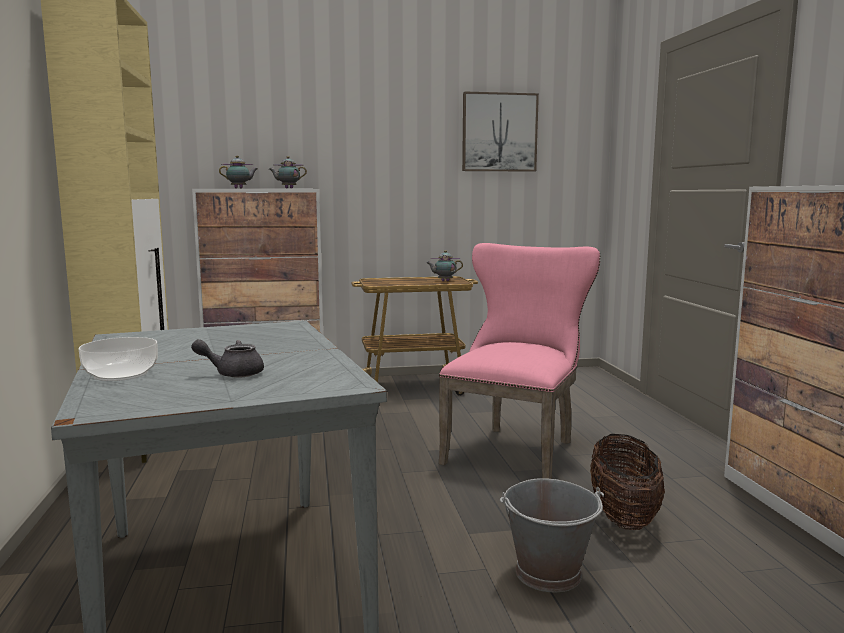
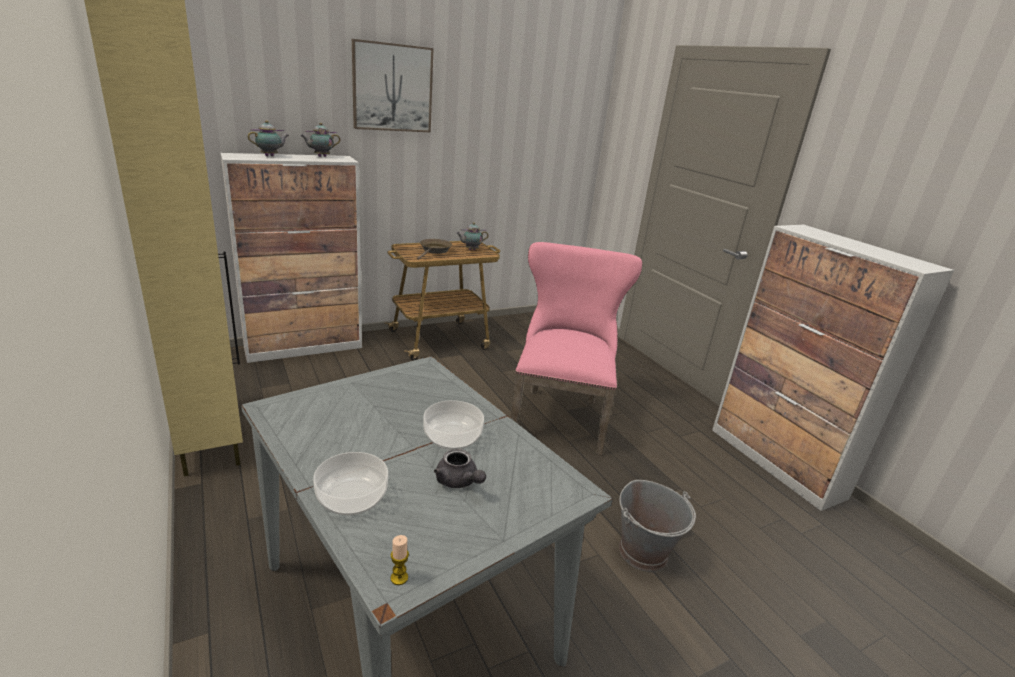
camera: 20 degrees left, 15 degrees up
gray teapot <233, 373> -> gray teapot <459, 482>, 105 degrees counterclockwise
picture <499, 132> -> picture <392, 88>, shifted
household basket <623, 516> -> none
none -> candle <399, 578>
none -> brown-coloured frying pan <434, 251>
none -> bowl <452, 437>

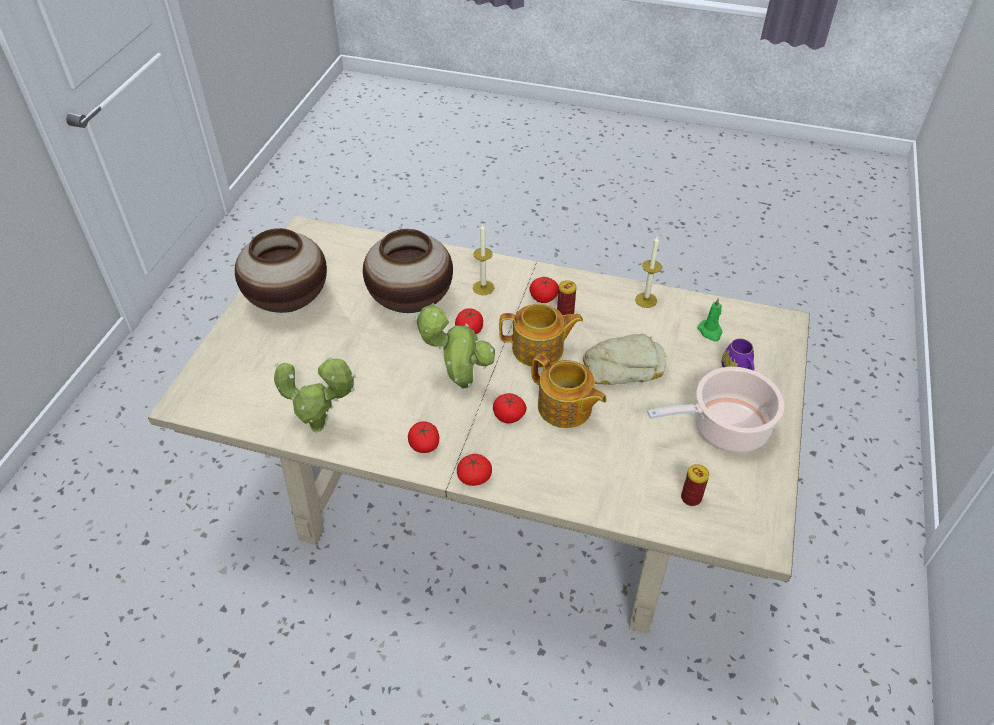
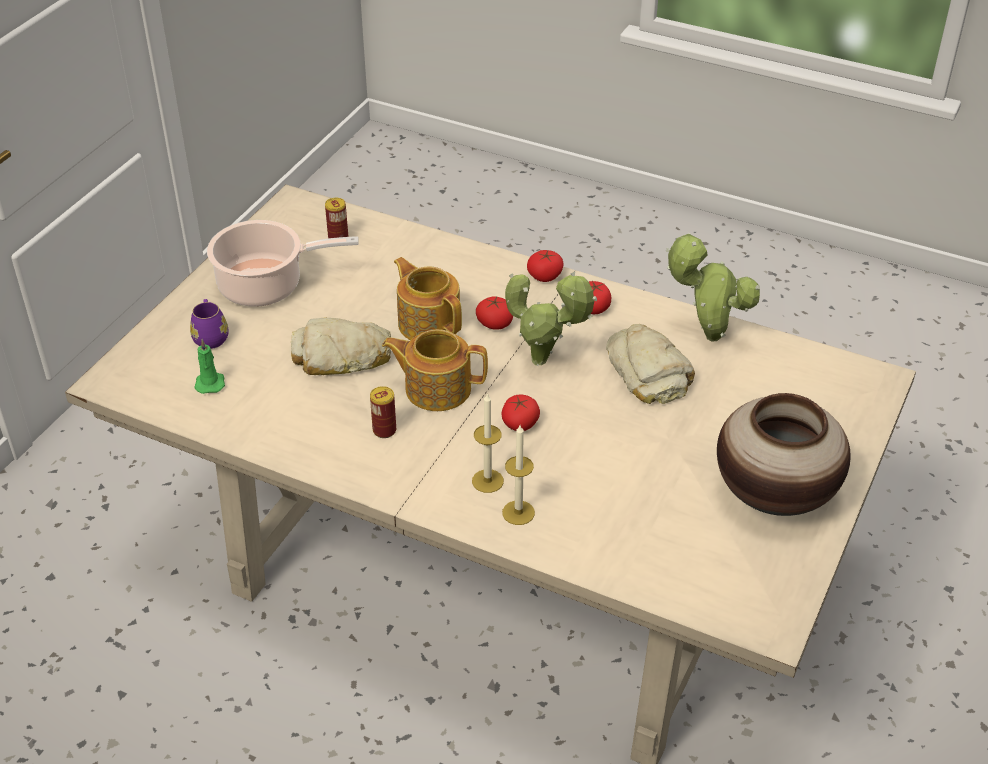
camera: 170 degrees left, 5 degrees down
flower vase <410, 301> -> none
tomato <543, 297> -> none
candle <646, 300> -> candle <518, 512>, shifted
none -> bakery bread <648, 373>

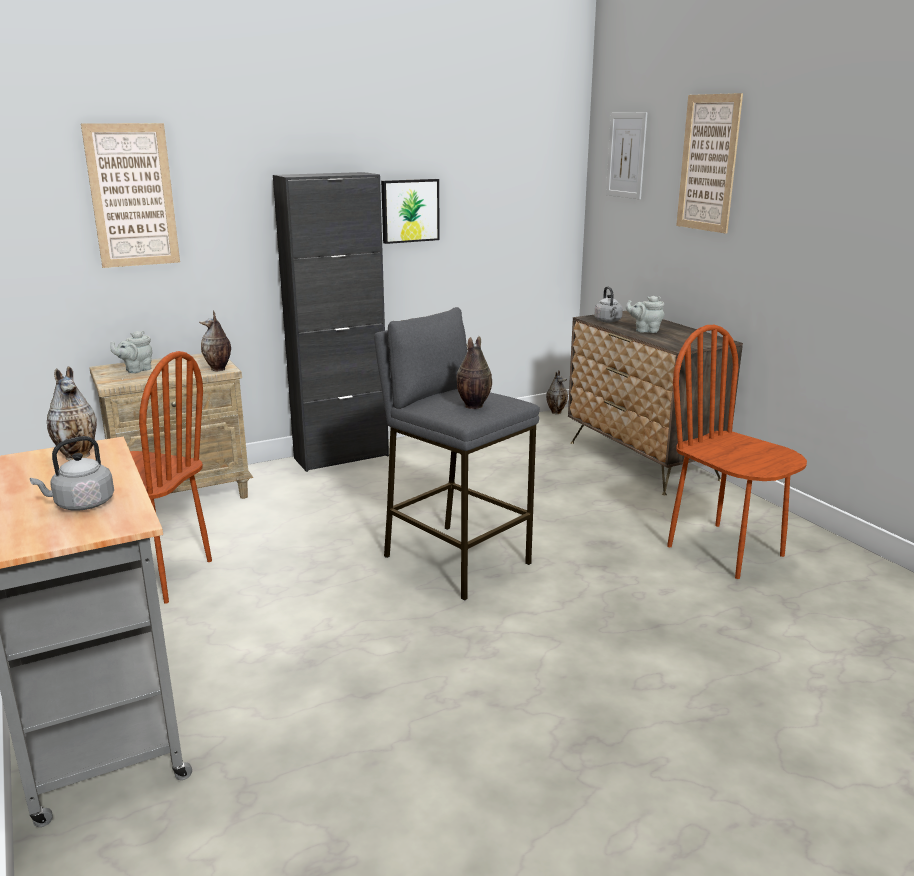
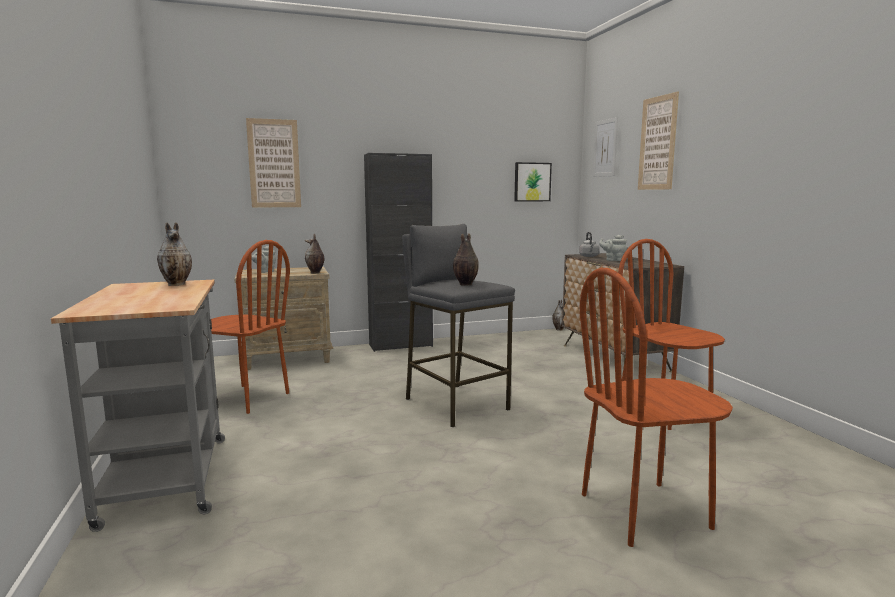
camera: 10 degrees right, 10 degrees down
gray water kettle <81, 505> -> none
picture <409, 210> -> picture <532, 182>, shifted
none -> brown-coloured upright chair <645, 511>

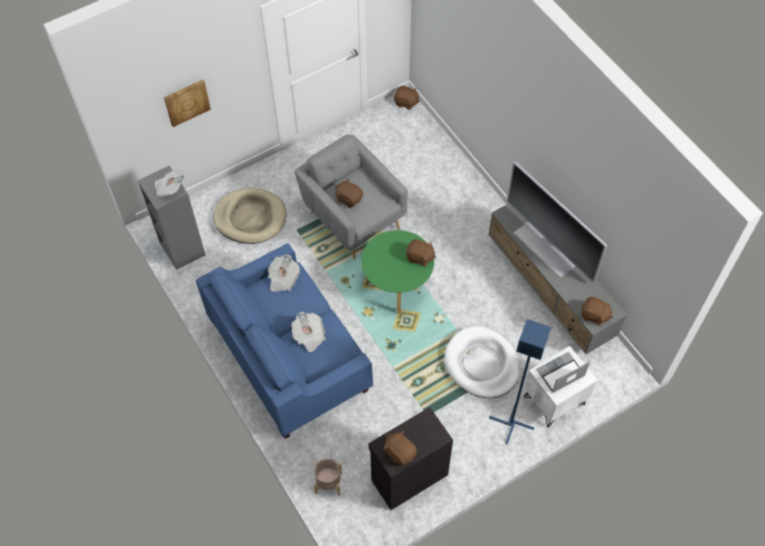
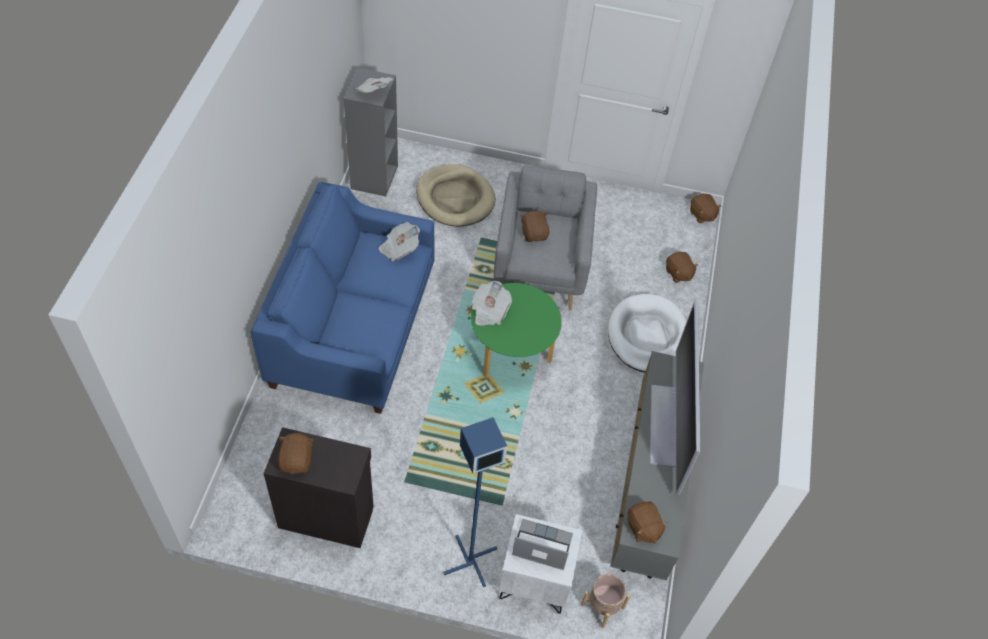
camera: 40 degrees right, 5 degrees down
picture <186, 102> -> none
newspaper <309, 336> -> newspaper <489, 311>, shifted
sand-coloured flower pot <328, 483> -> sand-coloured flower pot <603, 606>, shifted
brown-coloured plush toy <420, 257> -> brown-coloured plush toy <678, 273>, shifted
white dog bed <481, 364> -> white dog bed <647, 336>, shifted

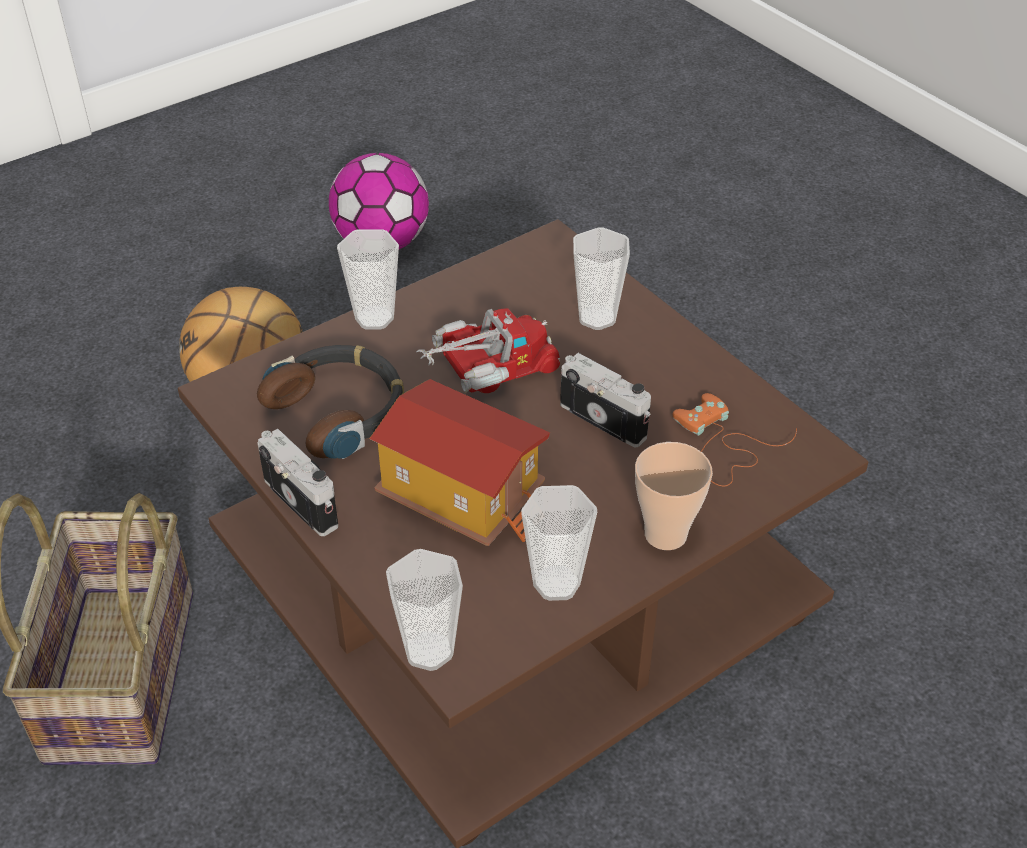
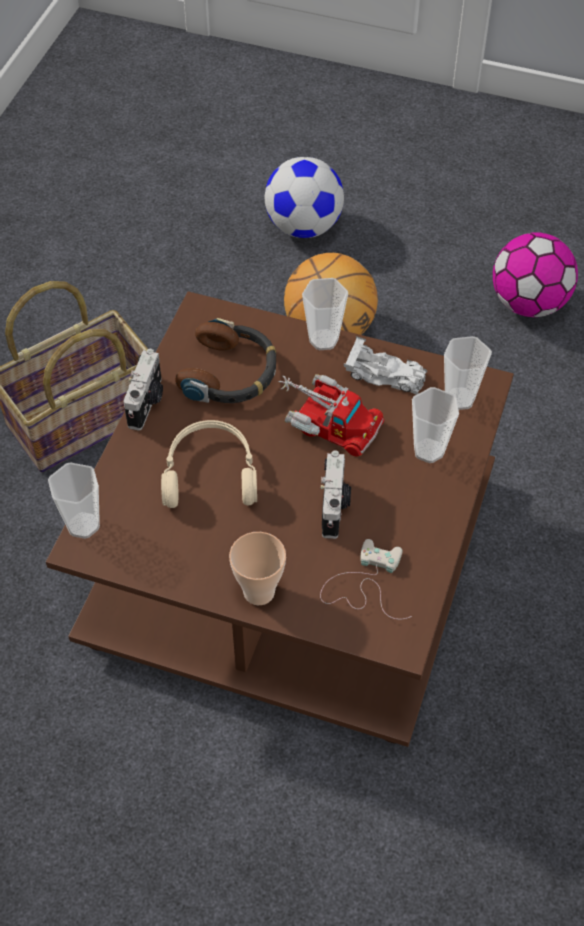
camera: 55 degrees right, 10 degrees up
miniature house <463, 495> -> sand-coloured headphones <210, 473>
drinking cup <556, 583> -> drinking cup <460, 398>, shifted
orange-coloured game controller <724, 445> -> white game controller <365, 583>
none -> football <304, 227>
none -> white miniature car <386, 374>

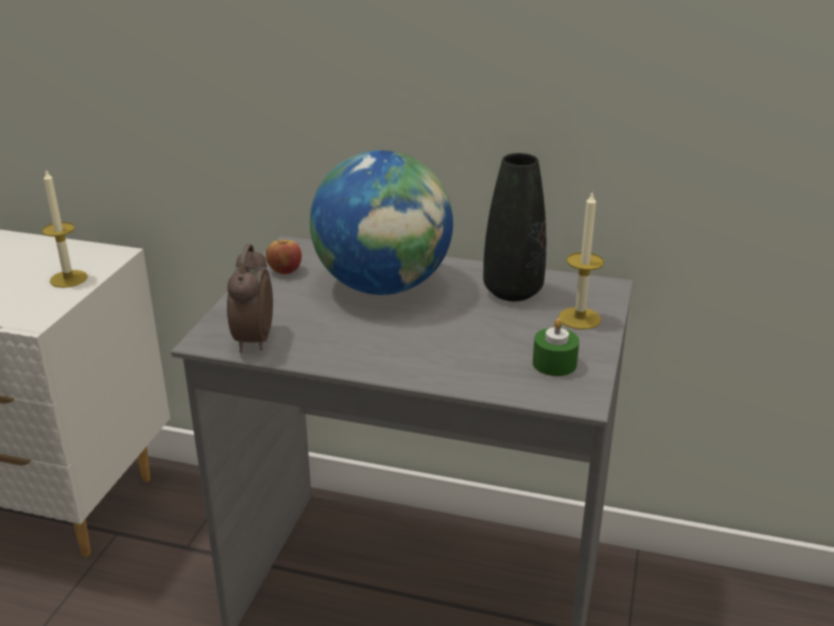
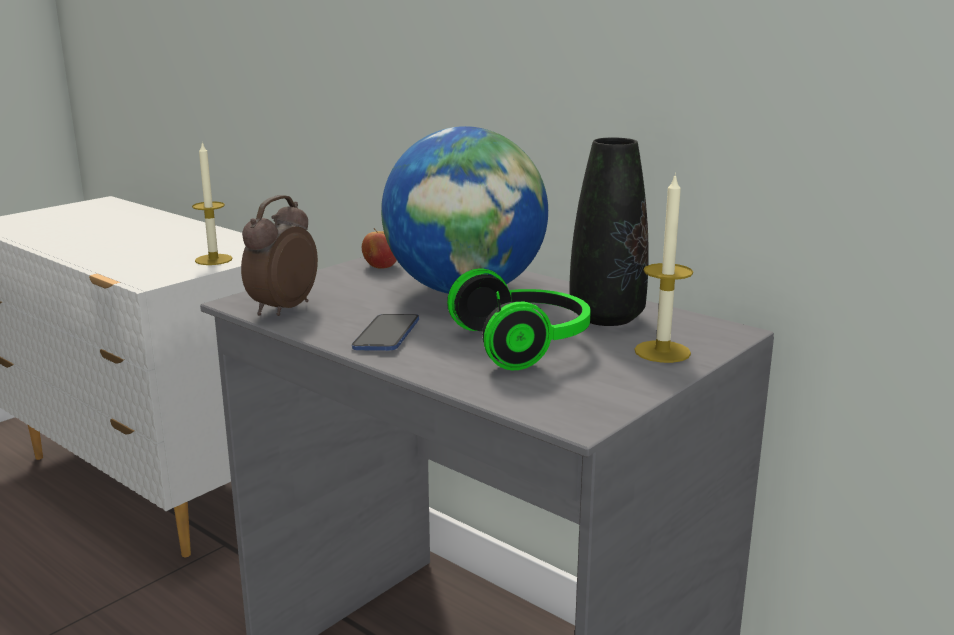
camera: 25 degrees right, 10 degrees down
green-coloured candle <554, 364> -> none
none -> telephone <386, 335>
none -> headphones <525, 344>

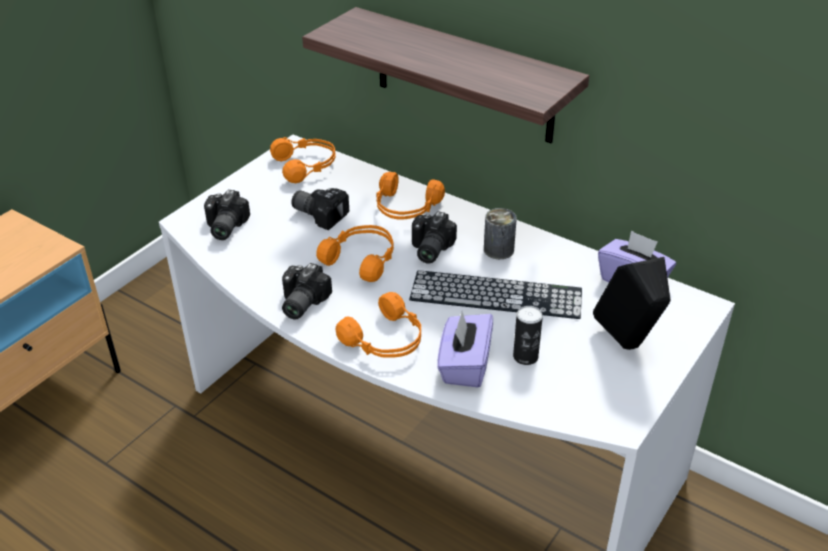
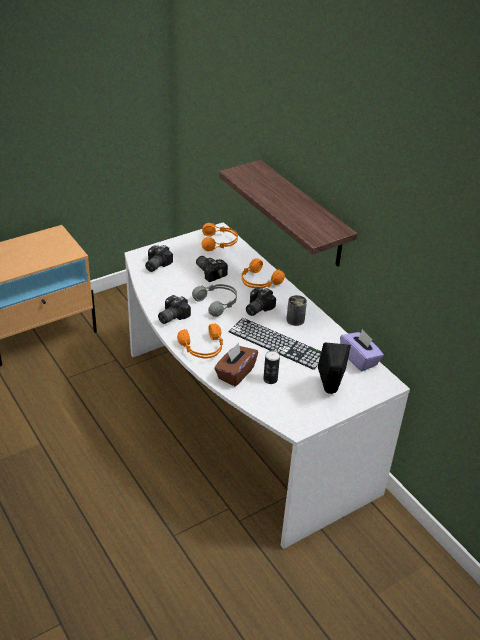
camera: 20 degrees right, 0 degrees up
orange-coloured headphones <362, 259> -> gray headphones <217, 303>
purple-coloured tissue box <464, 365> -> brown-coloured tissue box <235, 373>

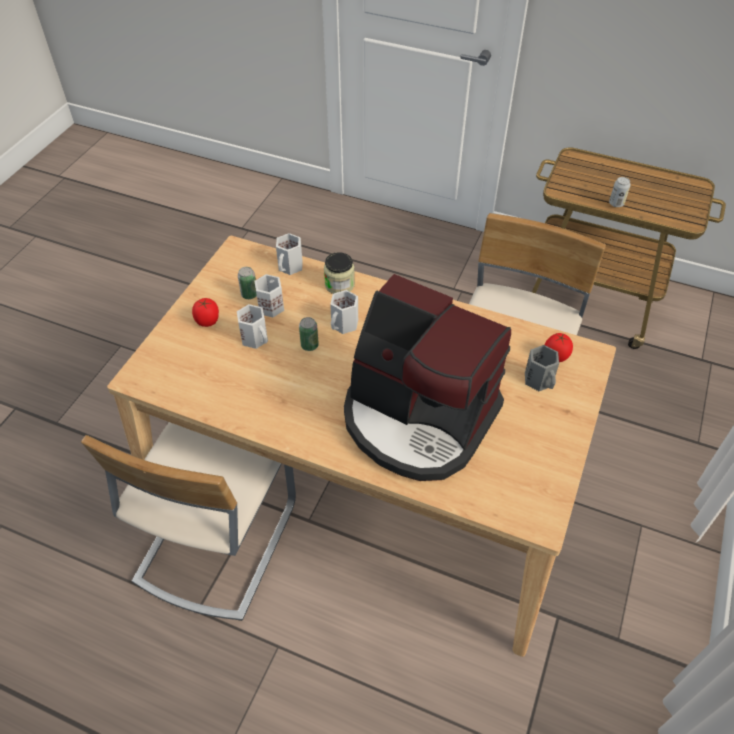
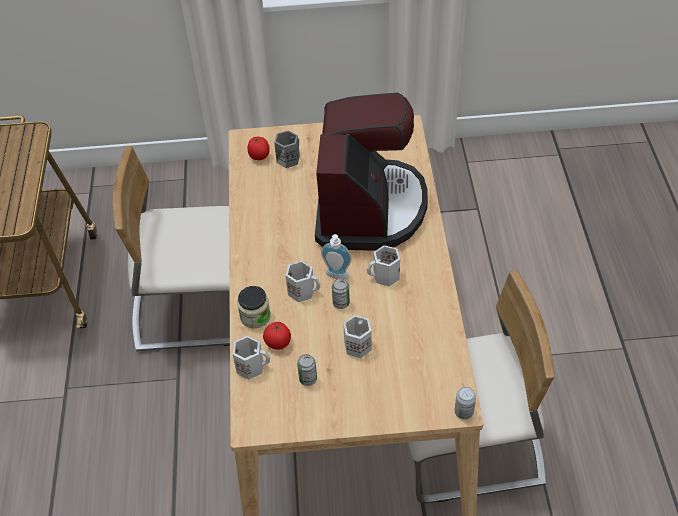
camera: 115 degrees left, 0 degrees up
tomato <208, 321> -> tomato <278, 343>, shifted
white tea mug <270, 306> -> white tea mug <385, 276>, shifted
metal can <616, 203> -> metal can <464, 412>, shifted
none -> soap dispenser <336, 276>

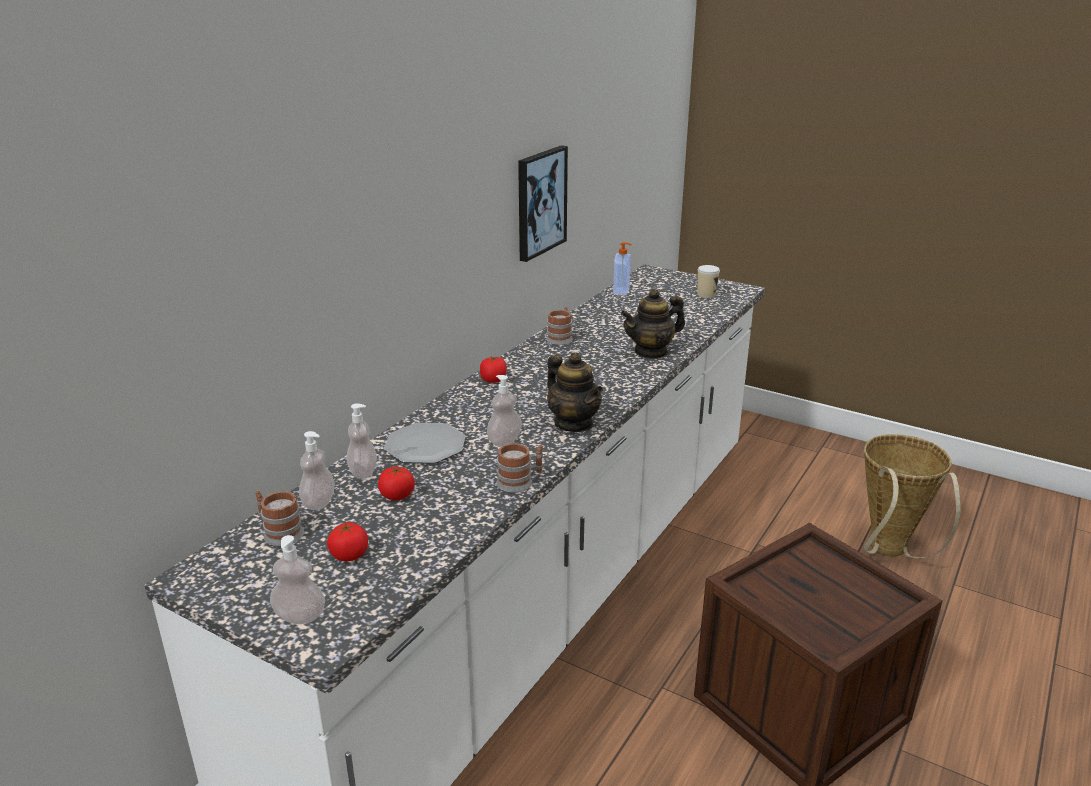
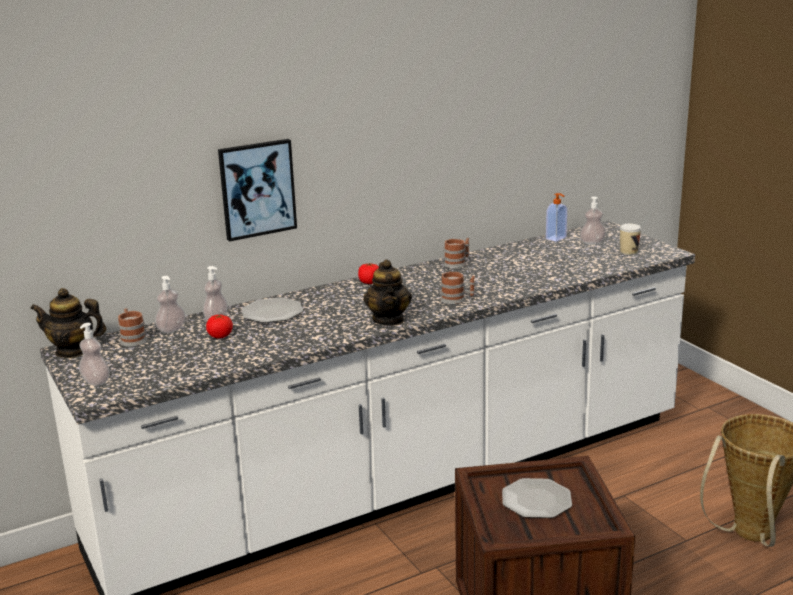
camera: 30 degrees right, 5 degrees down
tomato <349, 555> -> none
soap dispenser <504, 440> -> soap dispenser <592, 243>, shifted
tea mug <520, 481> -> tea mug <457, 300>, shifted
picture <540, 202> -> picture <257, 189>, shifted
teapot <651, 352> -> teapot <73, 351>, shifted
none -> plate <536, 500>

